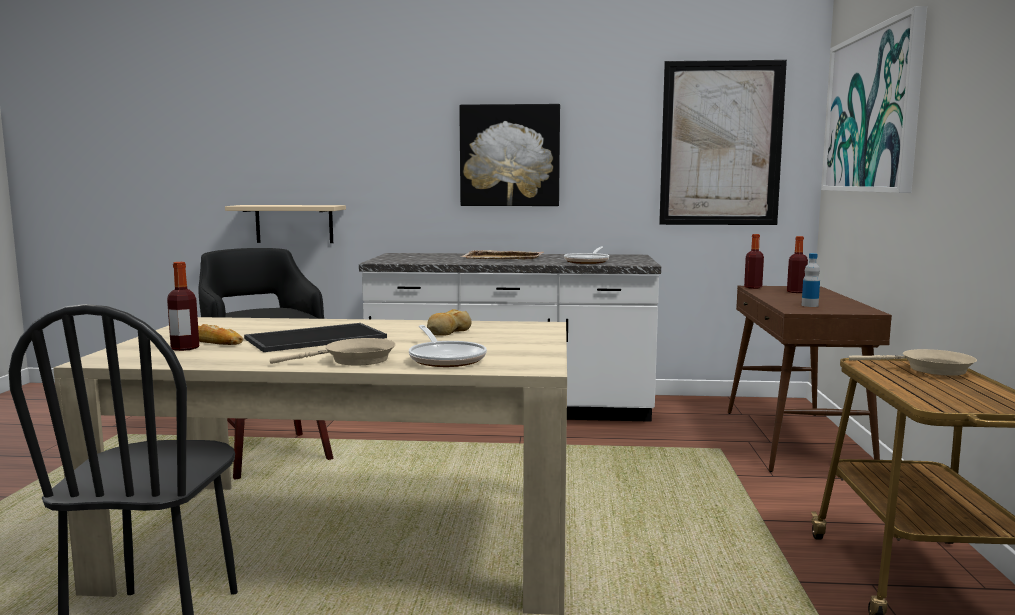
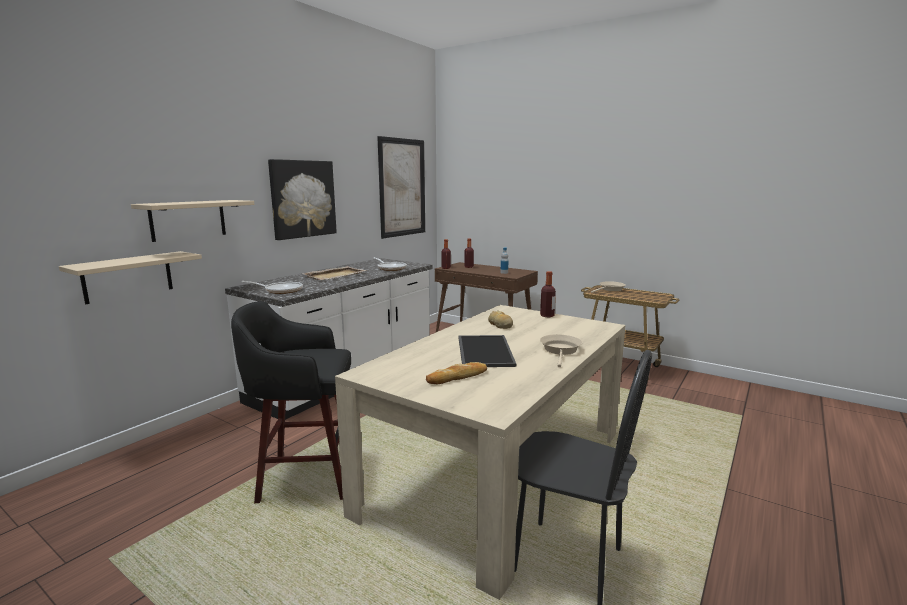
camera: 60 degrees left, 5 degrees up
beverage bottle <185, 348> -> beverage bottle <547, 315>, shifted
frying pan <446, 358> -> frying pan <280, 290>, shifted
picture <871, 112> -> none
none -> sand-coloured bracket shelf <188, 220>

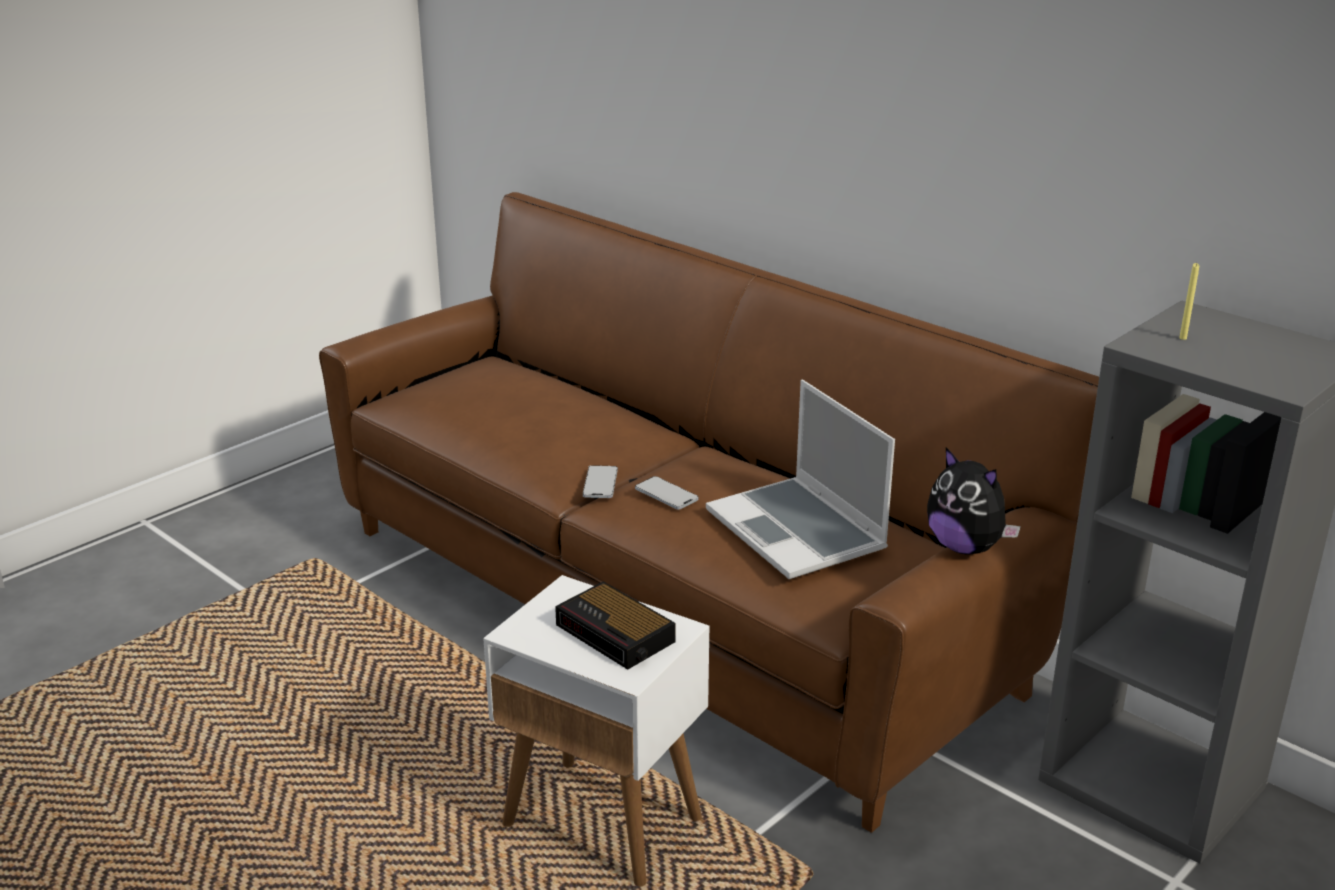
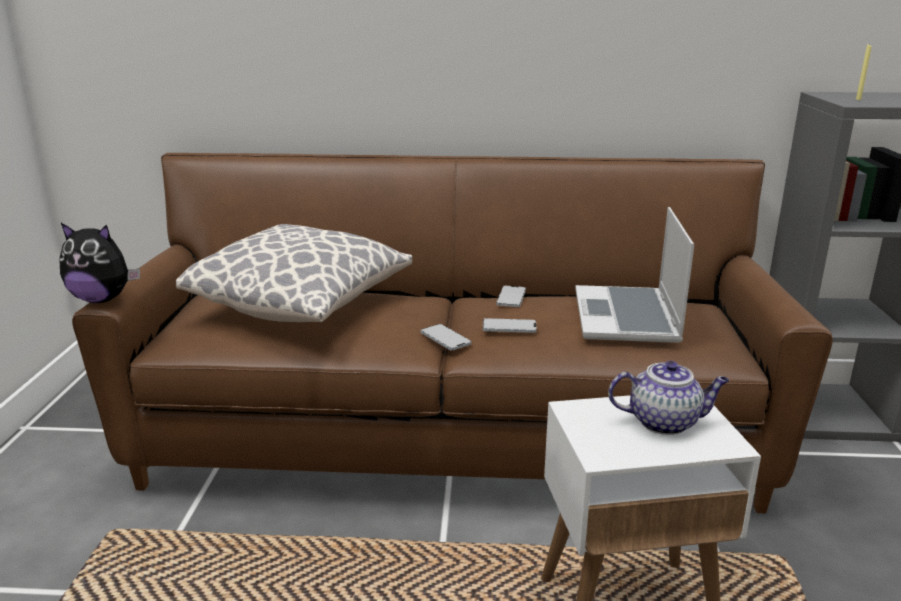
camera: 40 degrees left, 5 degrees down
bedside clock <617, 634> -> teapot <665, 422>
portable computer <798, 531> -> portable computer <627, 317>, 75 degrees clockwise
plush toy <966, 547> -> plush toy <102, 299>, shifted
none -> cushion <302, 305>
none -> telephone <511, 297>

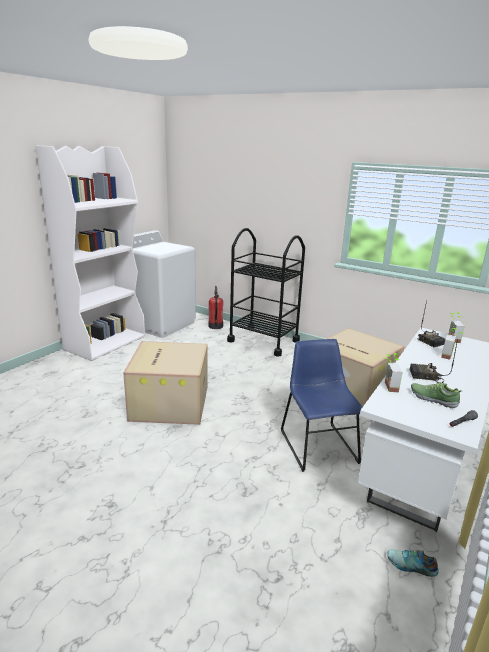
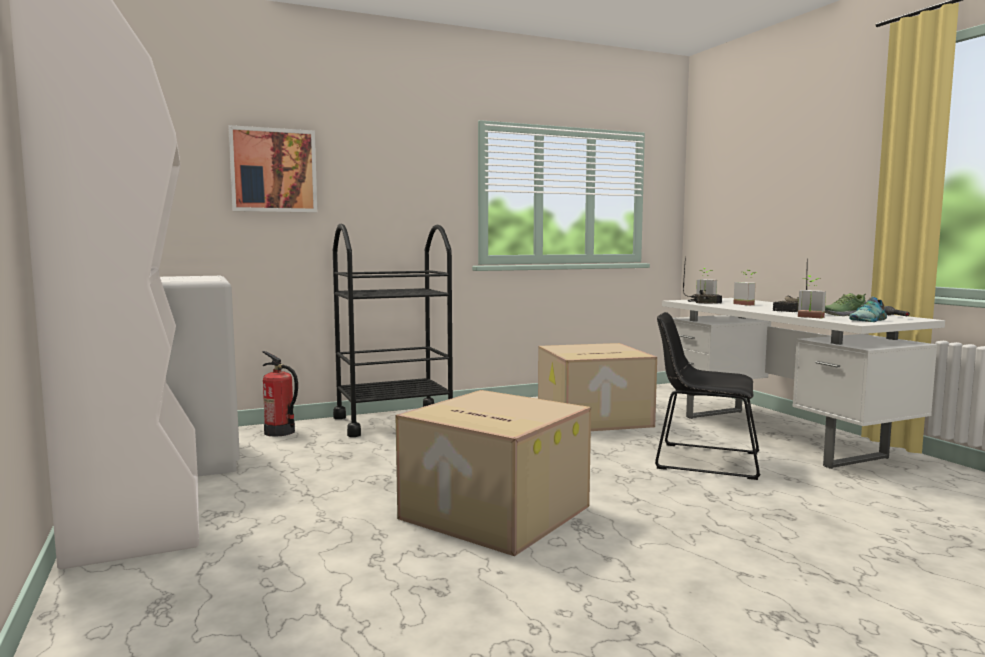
camera: 55 degrees left, 15 degrees down
bluish upright chair <317, 444> -> black-coloured upright chair <702, 460>
shoe <411, 566> -> shoe <869, 320>, shifted
none -> picture <273, 170>

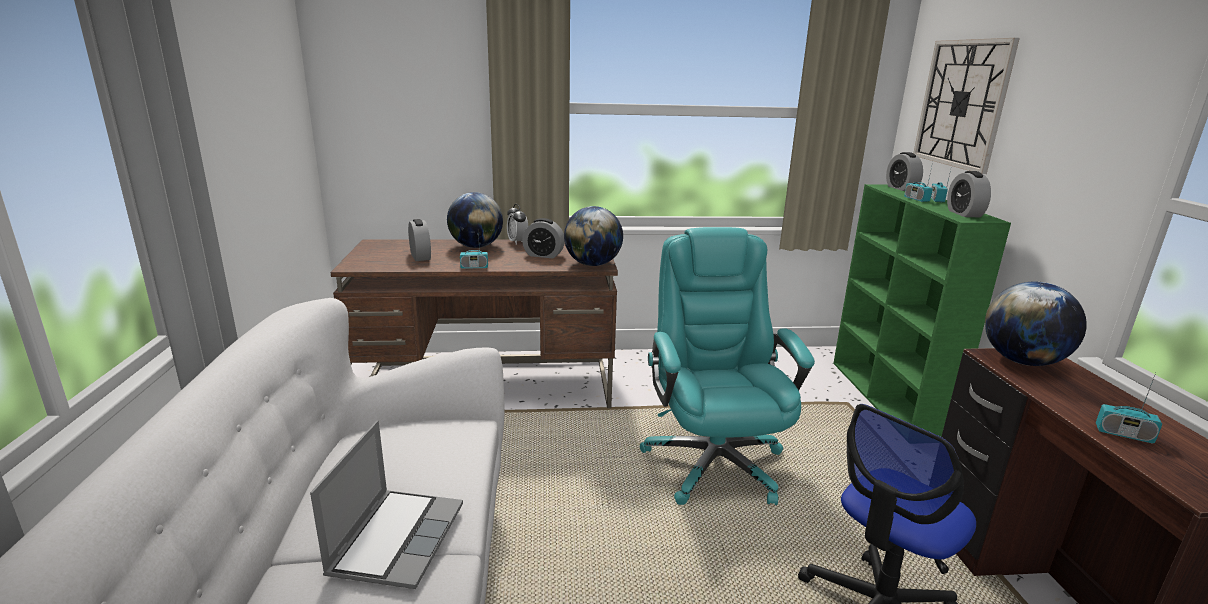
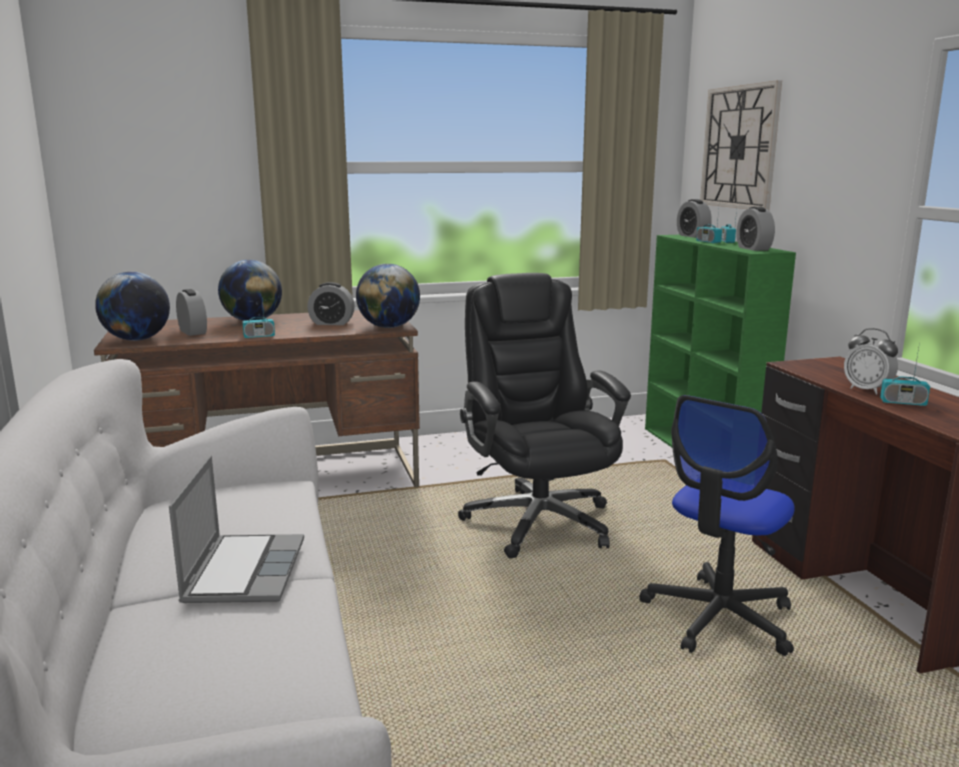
camera: 10 degrees left, 5 degrees down
bedside clock <517, 242> -> bedside clock <867, 390>, shifted
blue-green office chair <713, 462> -> black-coloured office chair <538, 521>
globe <1022, 361> -> globe <137, 339>, shifted

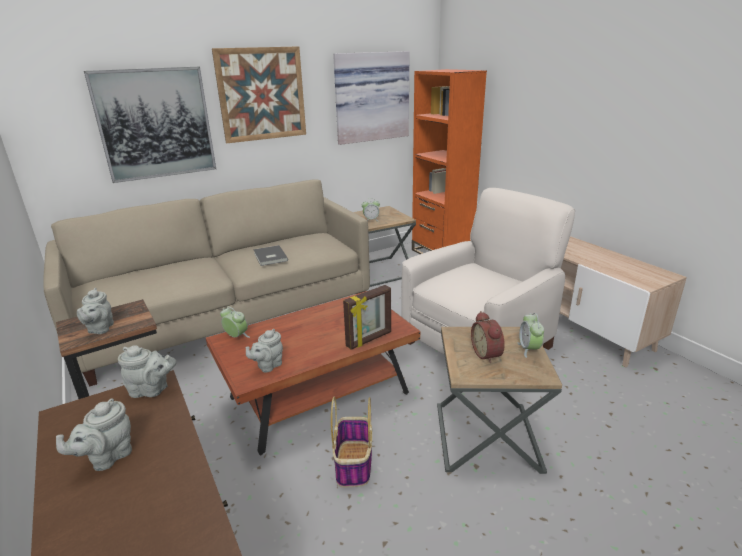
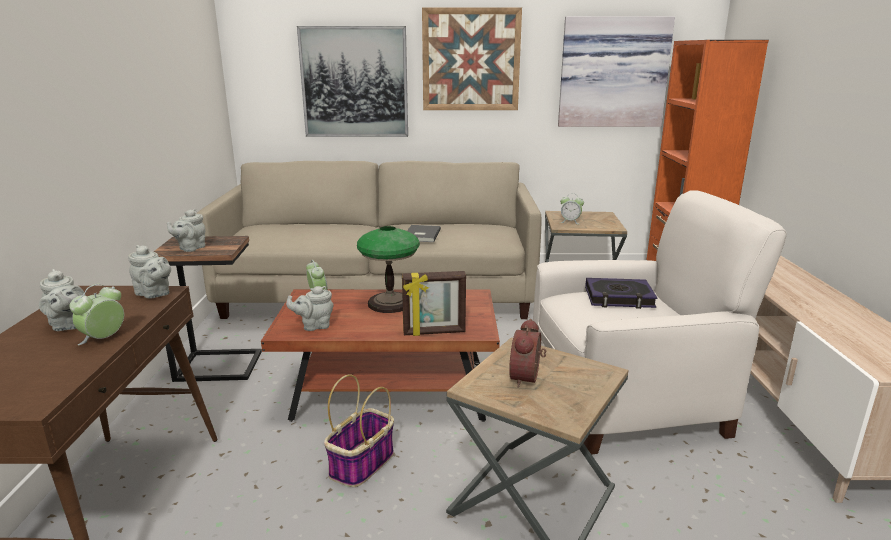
camera: 30 degrees right, 5 degrees down
gray teapot <107, 457> -> gray teapot <67, 325>, 105 degrees counterclockwise
bedside clock <529, 349> -> bedside clock <104, 339>, shifted
none -> lamp for a table <390, 303>
none -> book <619, 298>

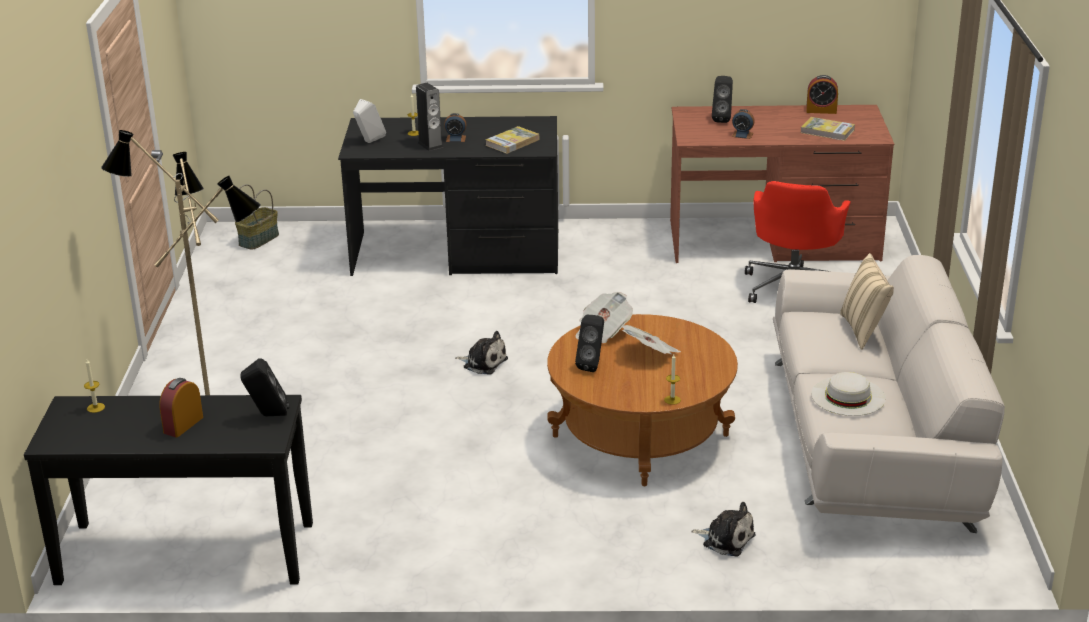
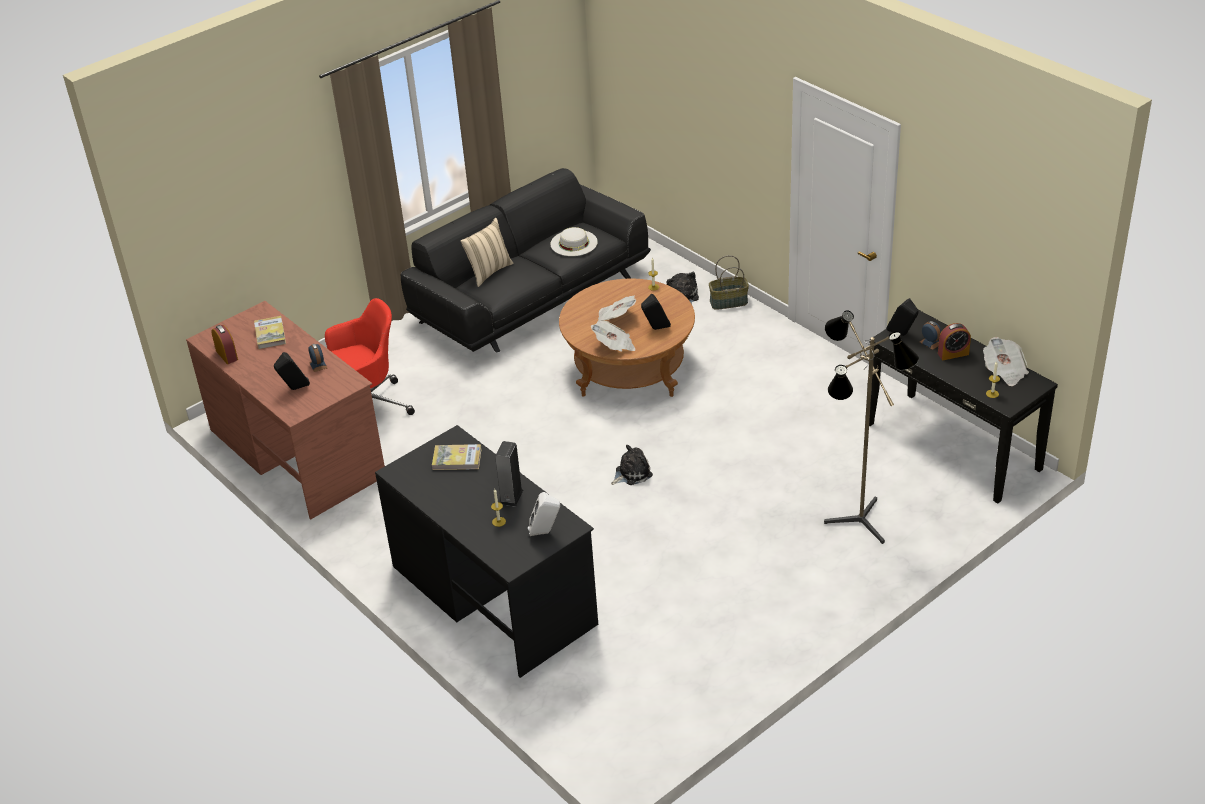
camera: 130 degrees left, 10 degrees up
household basket <258, 239> -> household basket <728, 302>, shifted
bedside clock <456, 139> -> bedside clock <930, 343>, shifted
plush toy <483, 363> -> plush toy <631, 473>, 75 degrees clockwise
white sofa <872, 440> -> black-coloured sofa <531, 298>
none -> newspaper <1004, 371>

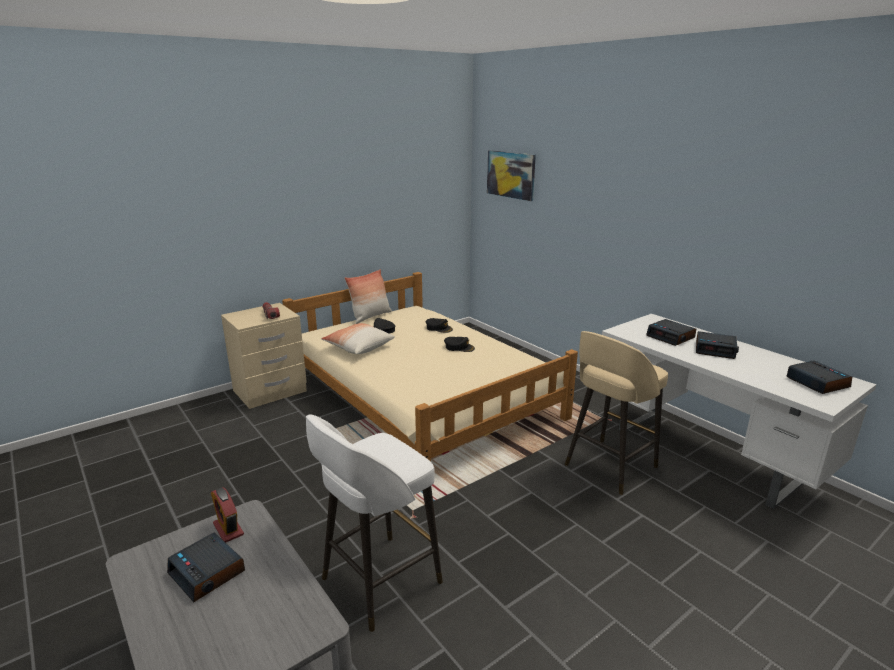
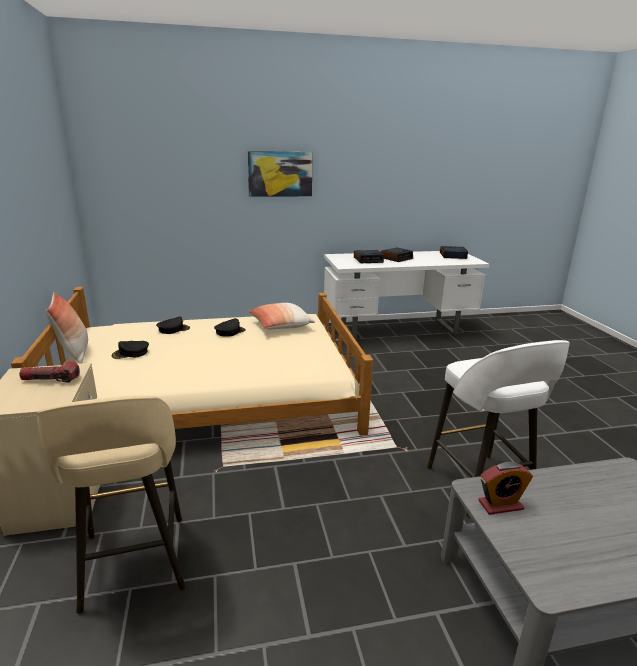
camera: 65 degrees left, 0 degrees up
bedside clock <208, 572> -> none
cushion <358, 347> -> cushion <280, 326>, shifted
picture <511, 174> -> picture <280, 174>, shifted
sand-coloured stool <608, 467> -> sand-coloured stool <134, 565>, shifted

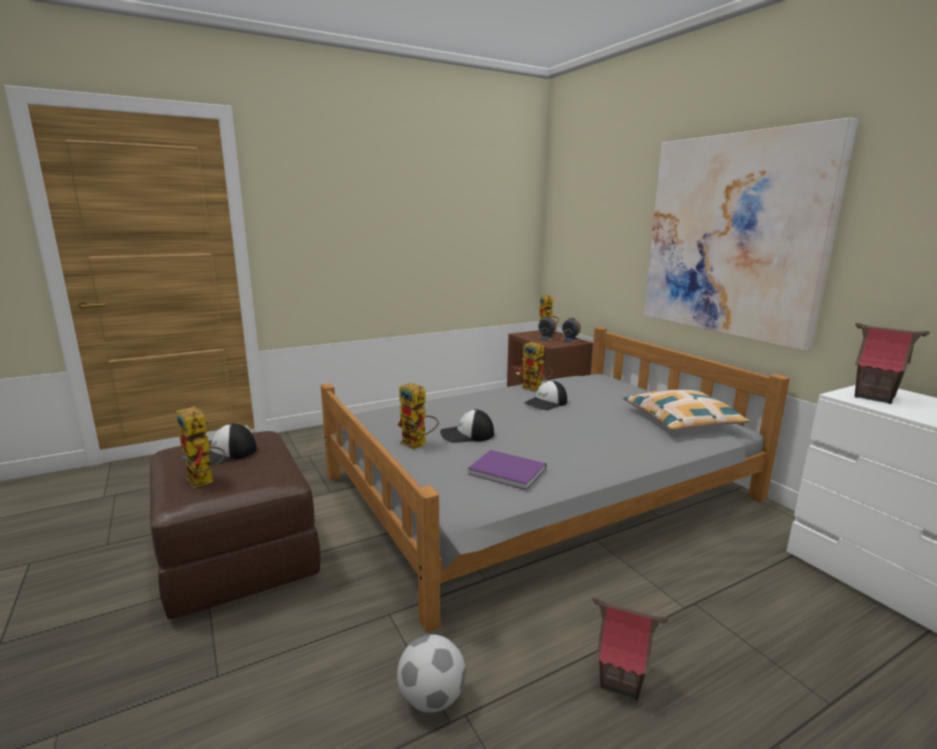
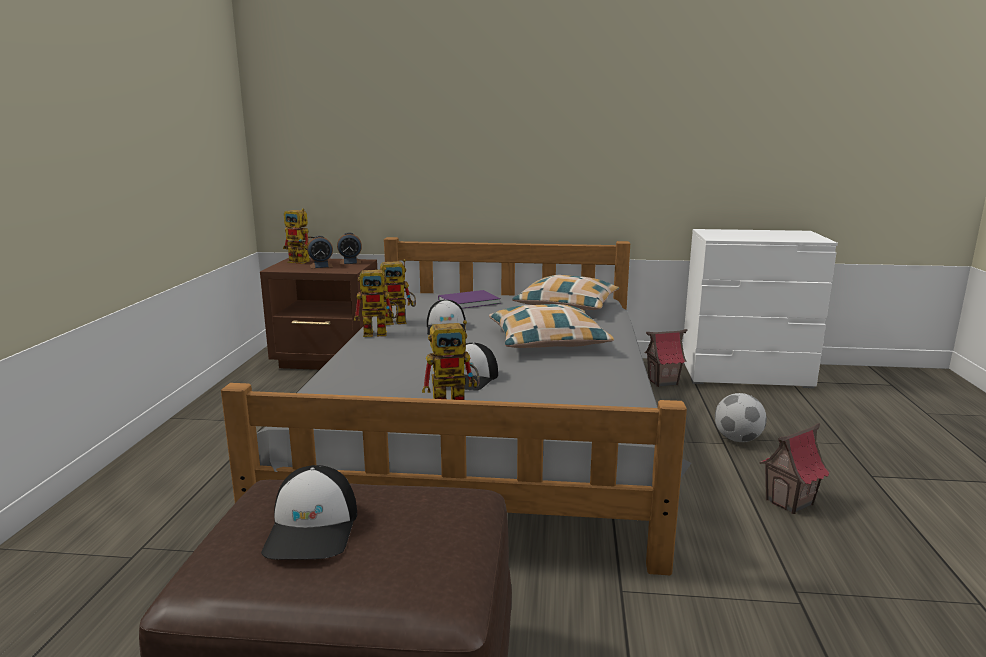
camera: 55 degrees left, 0 degrees up
toy robot <205, 482> -> toy robot <381, 333>, shifted
football <431, 699> -> football <738, 439>, shifted
purple-coloured book <506, 470> -> purple-coloured book <467, 301>, shifted
picture <734, 236> -> none
miniature house <874, 397> -> miniature house <663, 382>, shifted
none -> cushion <547, 341>

